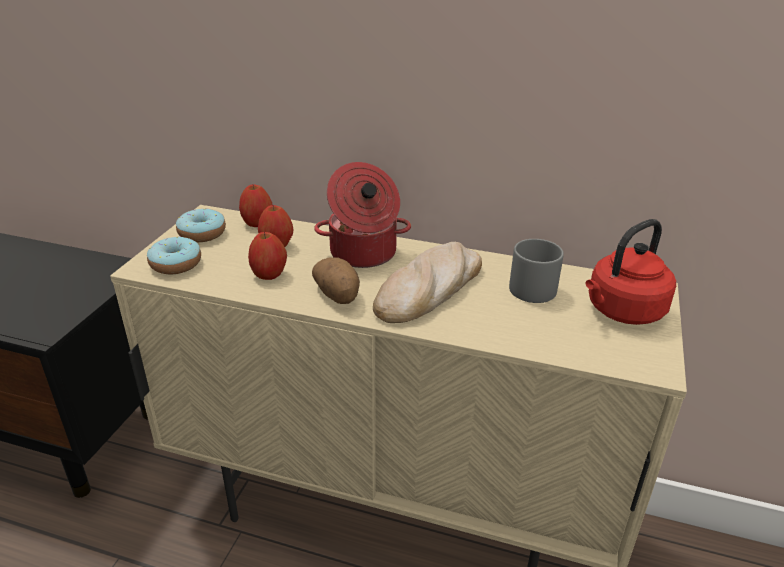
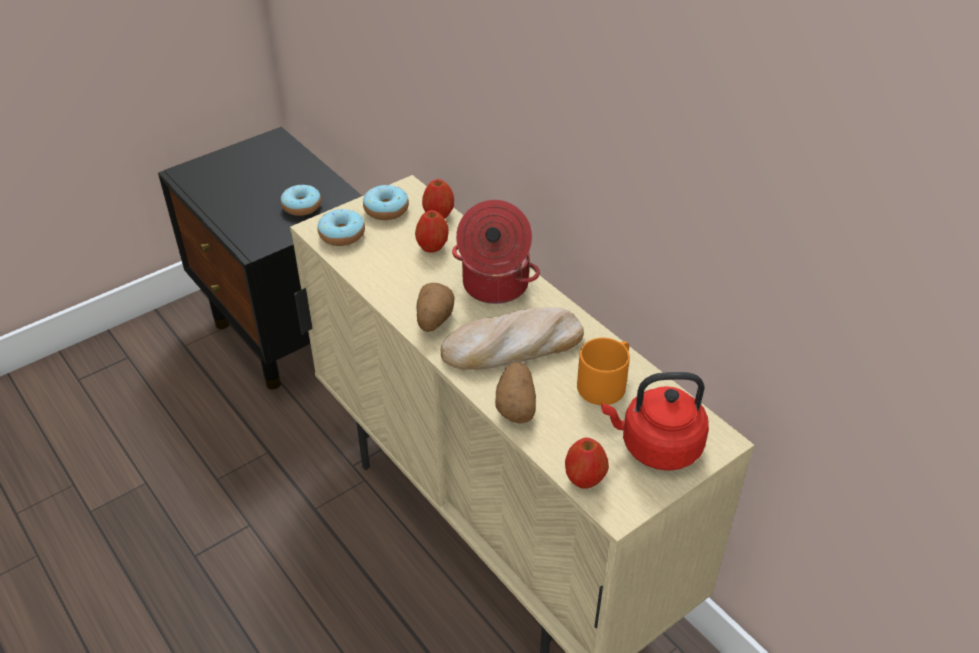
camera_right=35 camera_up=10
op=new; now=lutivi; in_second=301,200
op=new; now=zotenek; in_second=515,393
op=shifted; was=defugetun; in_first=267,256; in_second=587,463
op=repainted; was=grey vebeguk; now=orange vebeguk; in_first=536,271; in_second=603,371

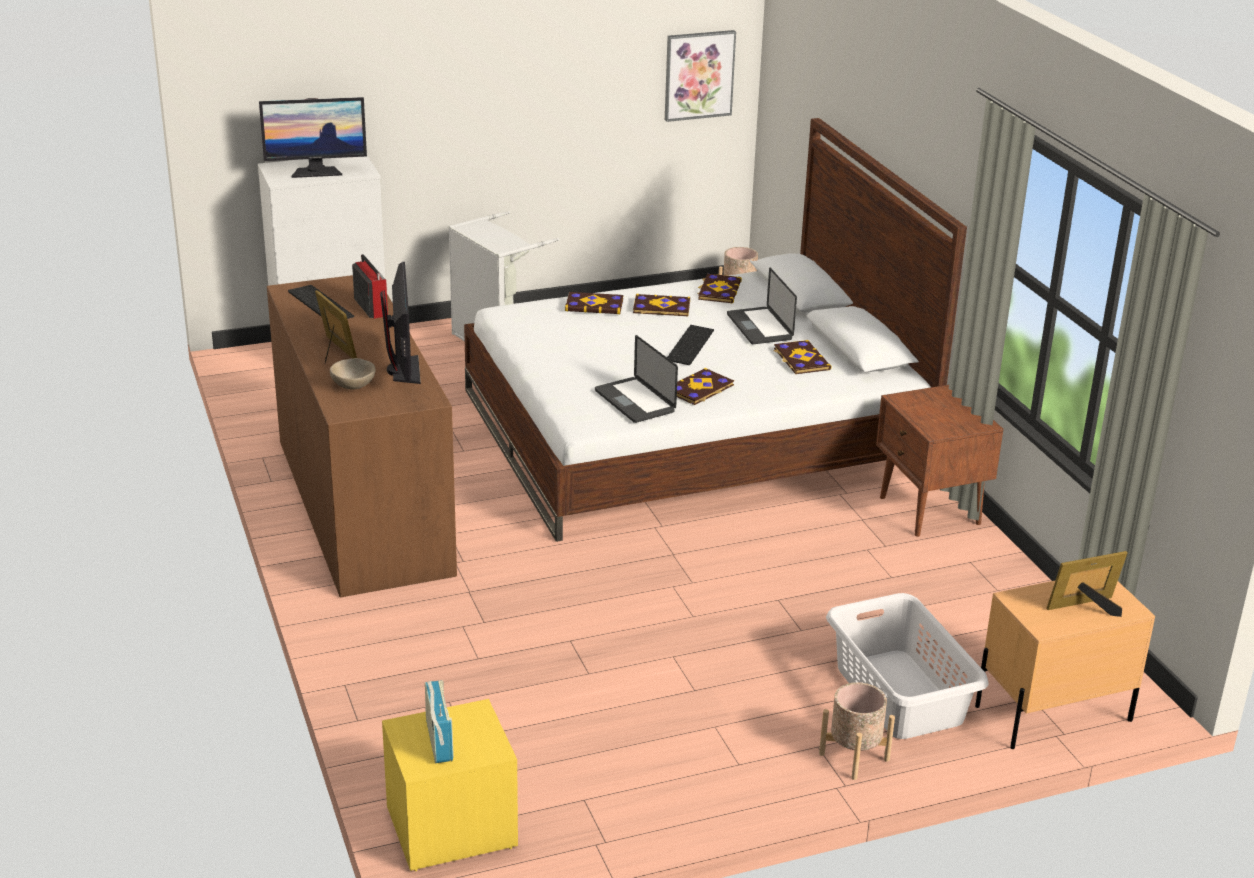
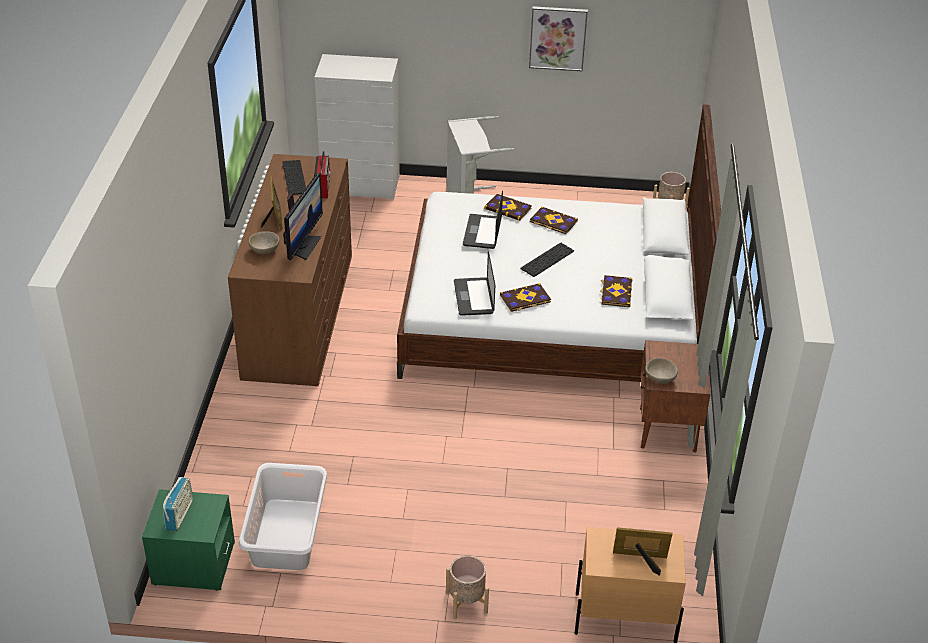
camera_right=25 camera_up=10
op=repainted; was=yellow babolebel; now=green babolebel; in_first=450,785; in_second=188,540
op=shifted; was=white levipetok; in_first=907,666; in_second=283,516
op=shifted; was=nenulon; in_first=762,306; in_second=483,220
op=shifted; was=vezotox; in_first=700,76; in_second=558,38
op=new; now=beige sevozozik; in_second=661,371
op=gone; was=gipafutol; in_first=313,137
op=gone; was=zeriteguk; in_first=719,288

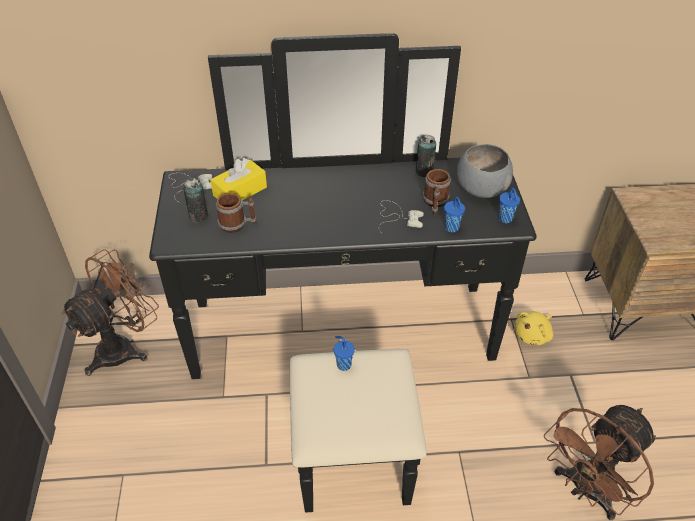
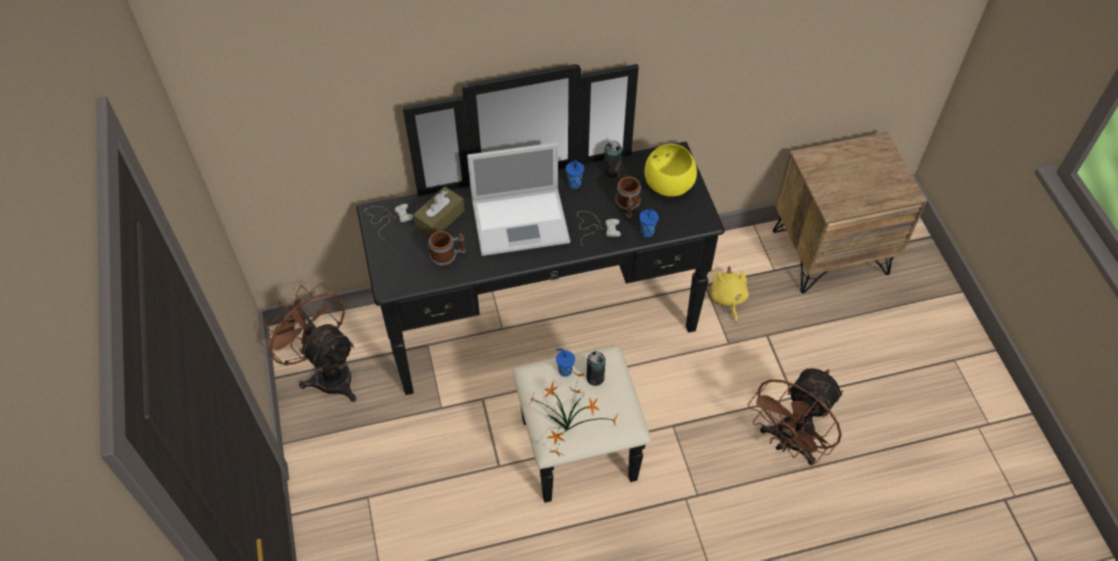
camera_right=-10 camera_up=10
op=rotated; was=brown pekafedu; in_first=110,312; in_second=308,342; clockwise=-75
op=repainted; was=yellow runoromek; now=brown runoromek; in_first=238,179; in_second=438,211
op=new; now=nenulon; in_second=518,199
op=new; now=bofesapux; in_second=574,413
op=shifted; was=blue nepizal; in_first=509,205; in_second=575,174
op=shifted; was=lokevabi; in_first=196,200; in_second=596,368
op=repainted; was=grey sevozozik; now=yellow sevozozik; in_first=485,171; in_second=670,170
op=rotated; was=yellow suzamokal; in_first=533,328; in_second=730,294; clockwise=135

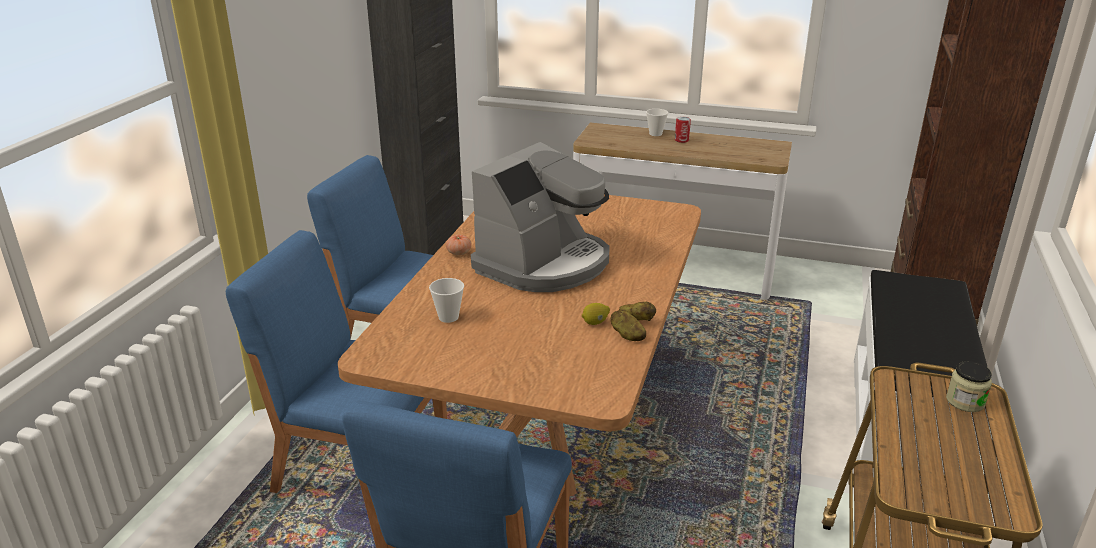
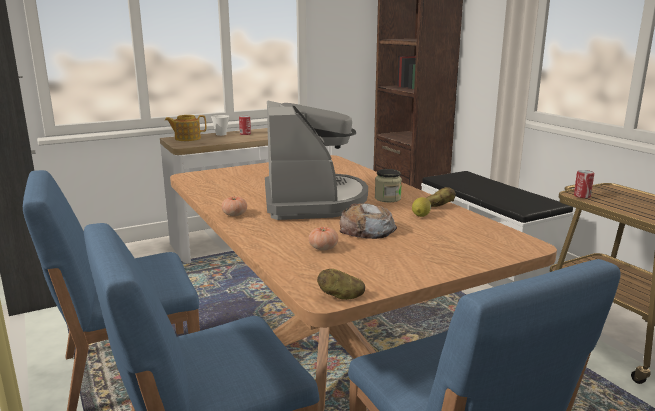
camera_right=-45 camera_up=-10
op=new; now=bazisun; in_second=185,128
op=swapped; was=nepizal; now=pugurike; in_first=446,300; in_second=323,238
op=shifted; was=zotenek; in_first=628,325; in_second=341,284
op=new; now=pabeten; in_second=368,221
op=shifted; was=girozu; in_first=969,386; in_second=388,185
op=new; now=lokevabi; in_second=584,184

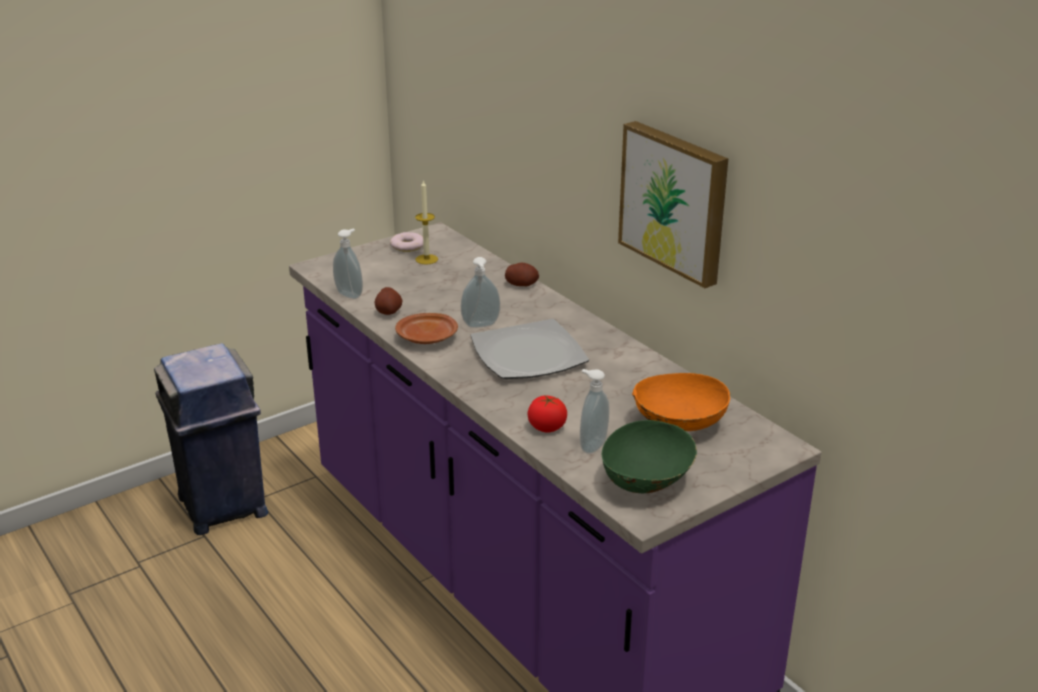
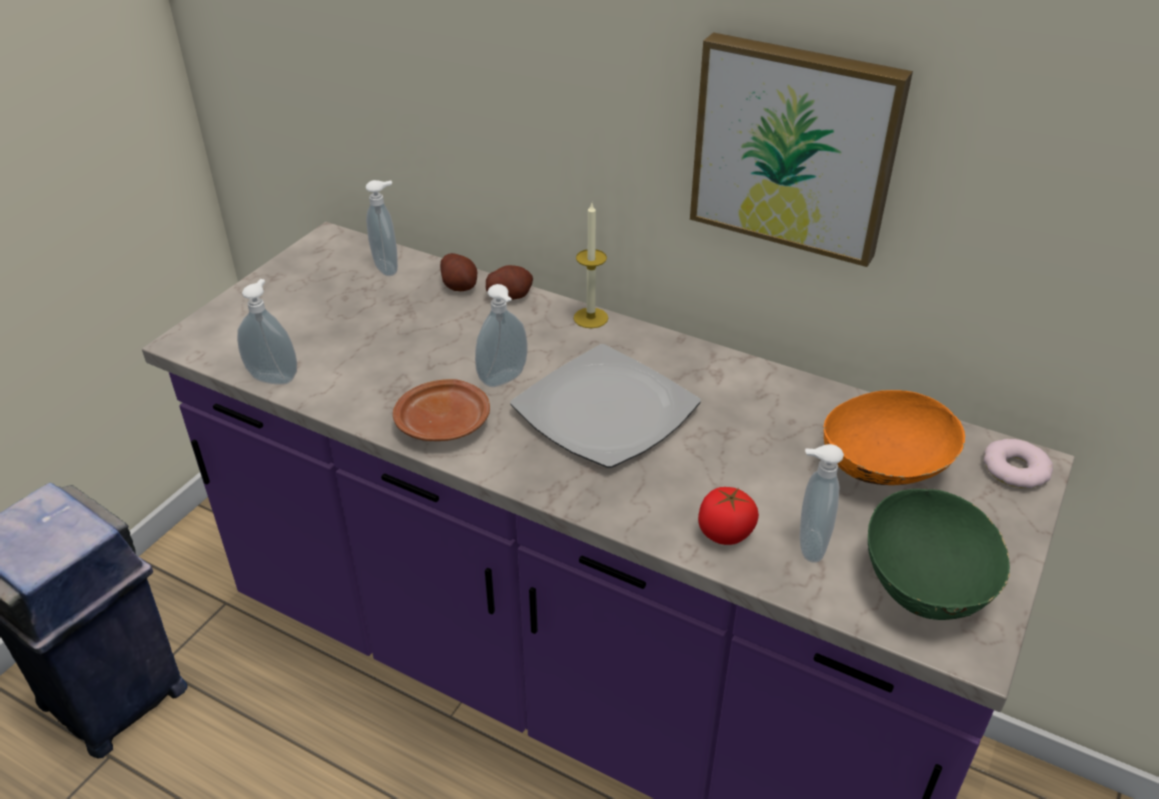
camera_right=-25 camera_up=10
op=new; now=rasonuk; in_second=382,228
op=shifted; was=zotenek; in_first=388,301; in_second=458,272
op=shifted; was=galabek; in_first=426,222; in_second=590,265
op=shifted; was=lutivi; in_first=406,242; in_second=1018,463

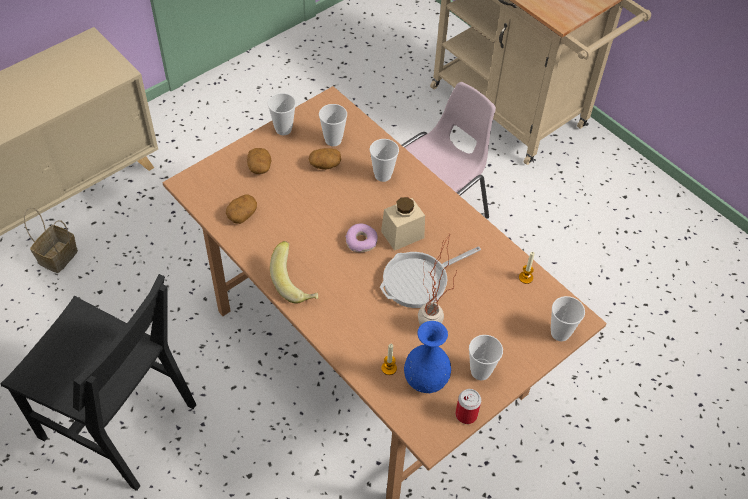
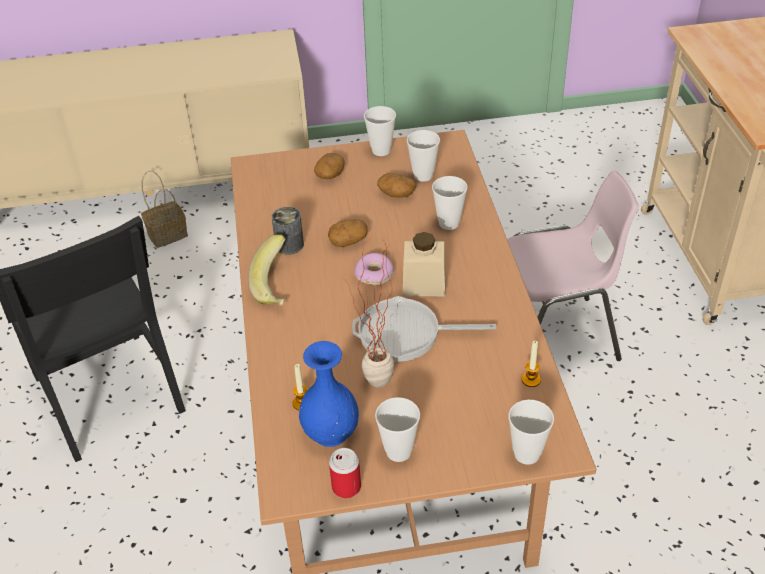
camera_right=35 camera_up=-10
op=new; now=lokevabi; in_second=288,231
op=shifted; was=zotenek; in_first=241,209; in_second=348,233

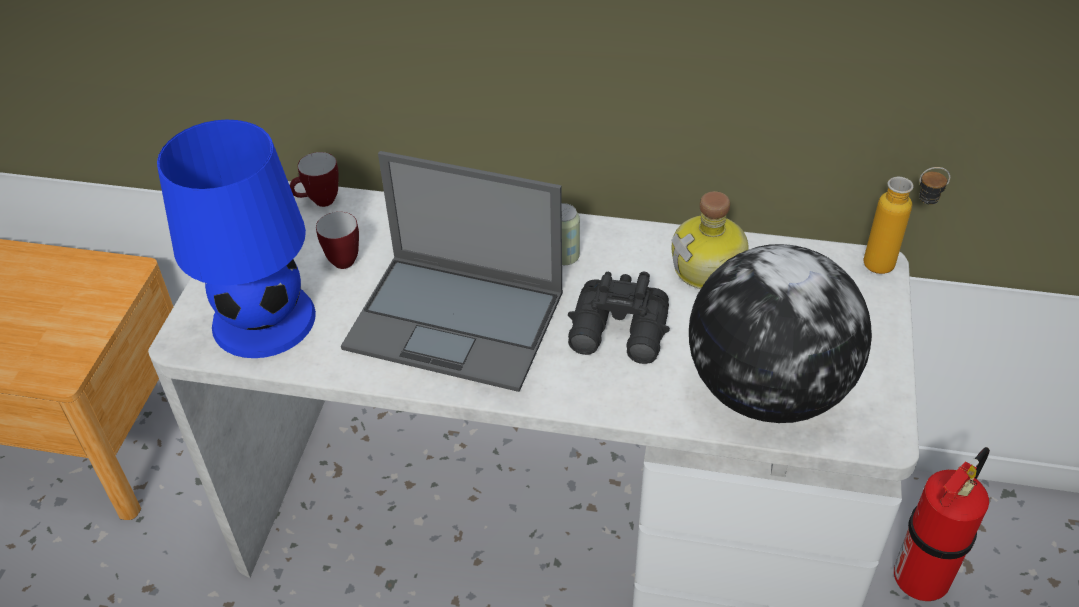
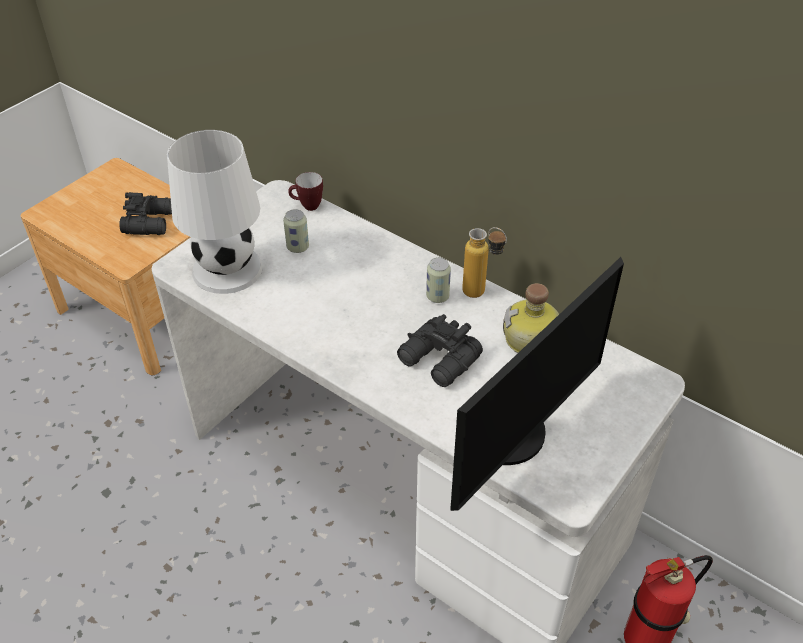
camera_right=25 camera_up=0
op=new; now=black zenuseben; in_second=145,213
op=repainted; was=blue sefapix; now=white sefapix; in_first=236,239; in_second=215,212
op=swapped; was=vebeguk; now=lokevabi; in_first=337,240; in_second=296,231
op=swapped; was=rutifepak; now=gipafutol; in_first=780,333; in_second=537,384
op=shifted; was=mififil; in_first=907,220; in_second=484,262
op=gone; was=nenulon; in_first=452,271

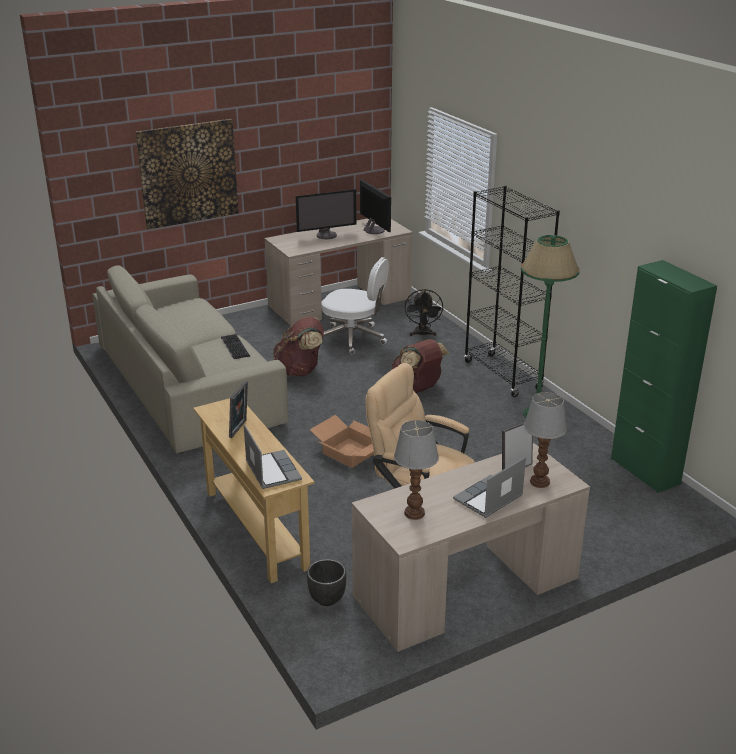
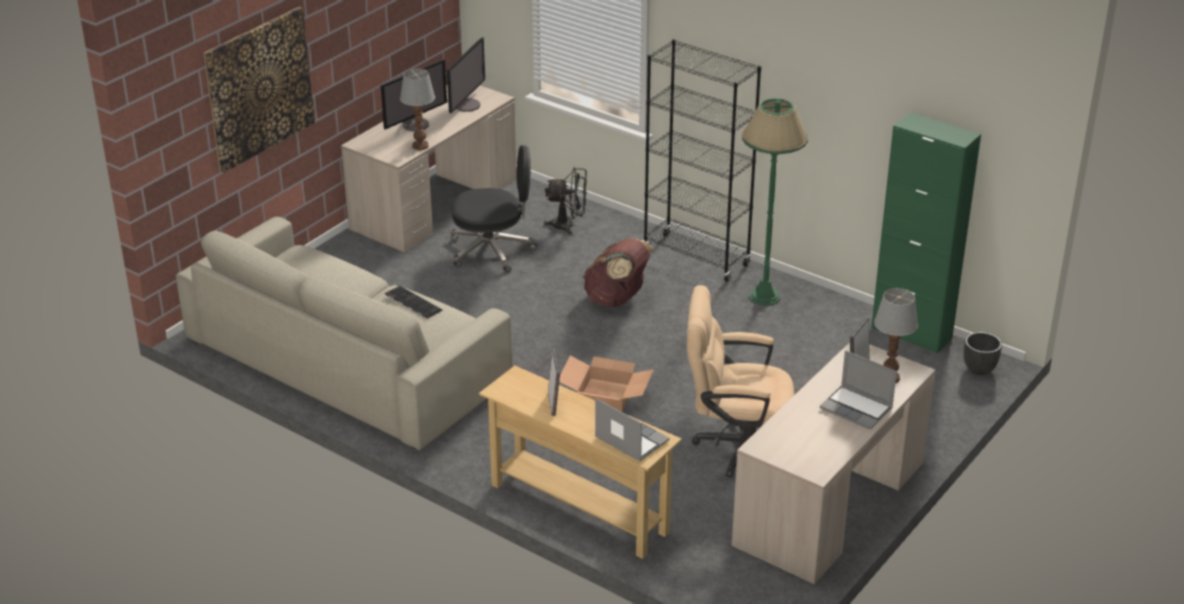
camera_right=-25 camera_up=5
op=shifted; was=sefapix; in_first=416,470; in_second=417,109
op=rotated; was=gipafutol; in_first=375,206; in_second=466,75; clockwise=75
op=repainted; was=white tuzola; now=black tuzola; in_first=355,305; in_second=494,209
op=rotated; was=black pekafedu; in_first=424,312; in_second=565,201; clockwise=-60
op=rotated; was=nenulon; in_first=489,487; in_second=858,389; clockwise=-75
op=shifted; was=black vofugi; in_first=326,582; in_second=983,353
op=gone; was=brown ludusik; in_first=298,346

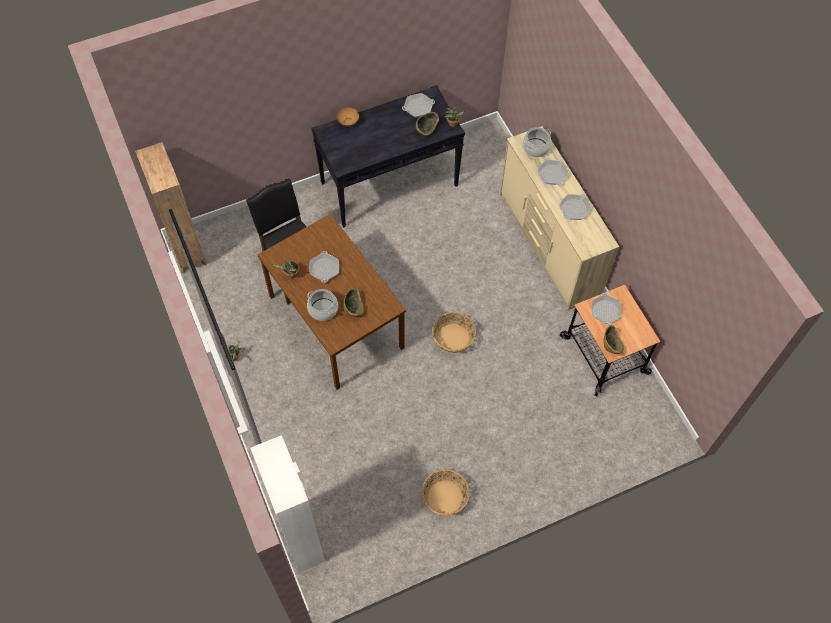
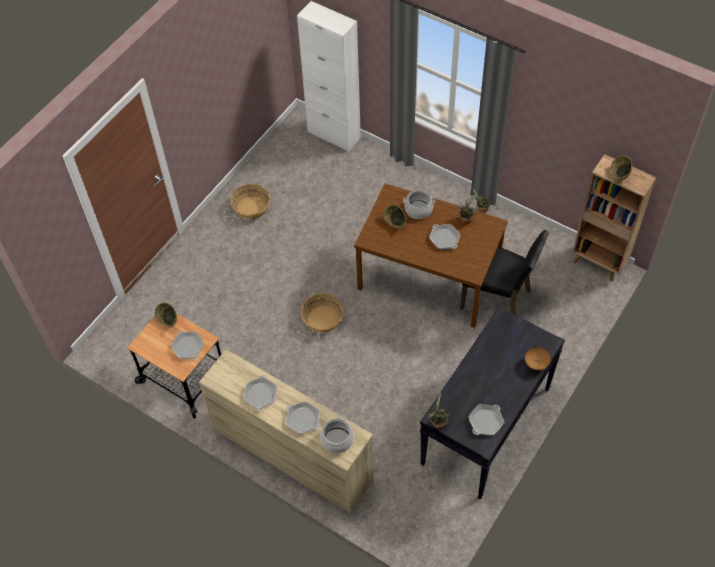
camera_right=150 camera_up=-5
op=shifted; was=sevozozik; in_first=427,124; in_second=621,168

